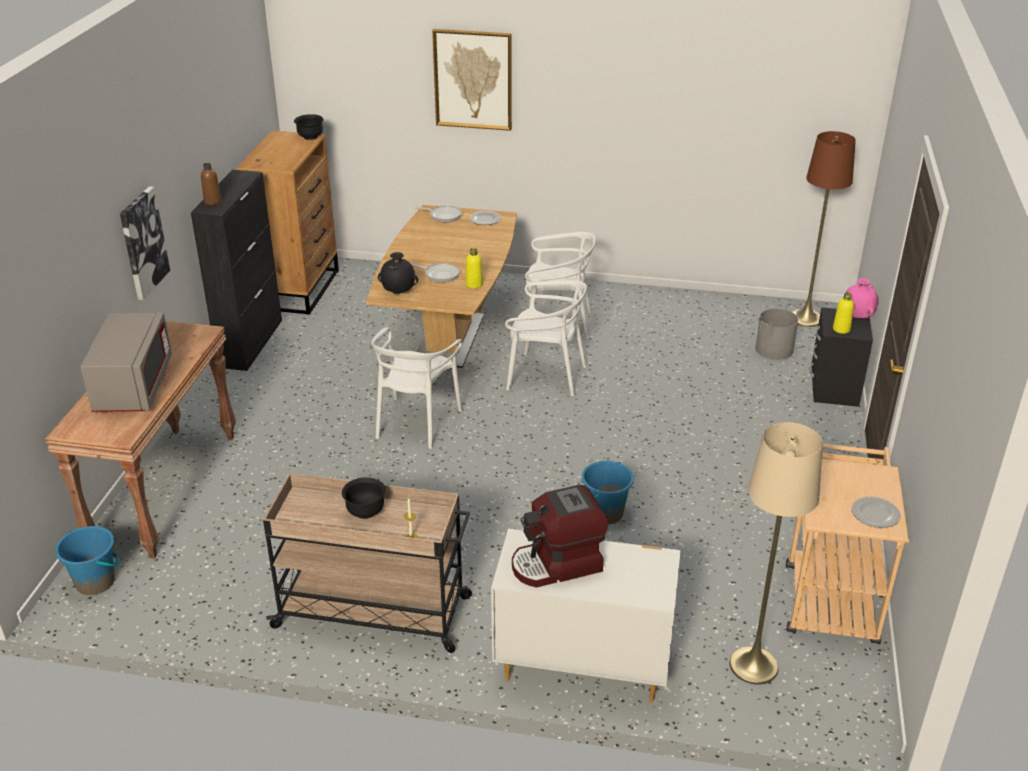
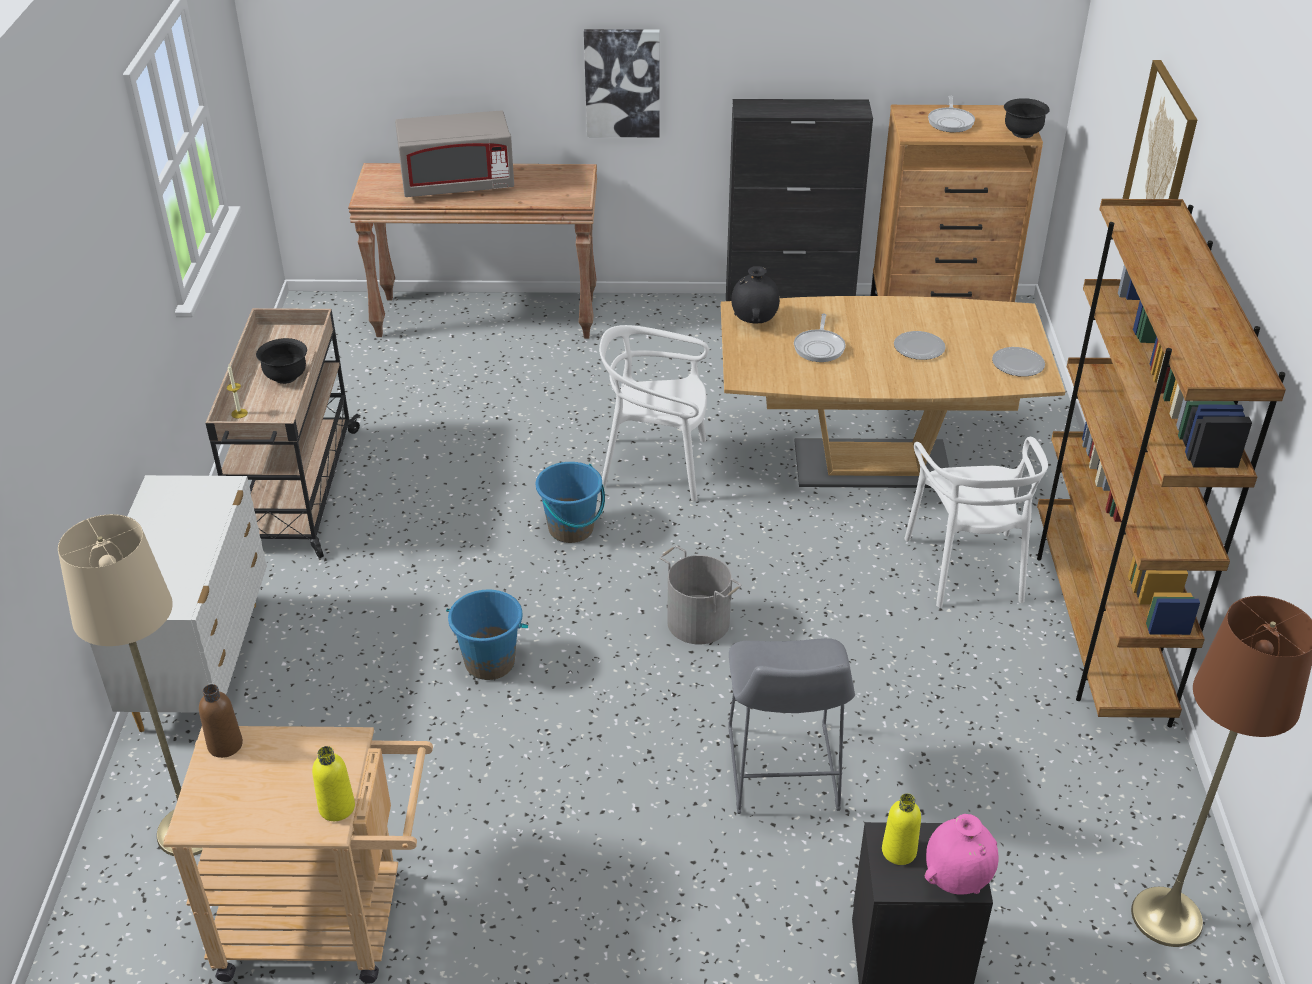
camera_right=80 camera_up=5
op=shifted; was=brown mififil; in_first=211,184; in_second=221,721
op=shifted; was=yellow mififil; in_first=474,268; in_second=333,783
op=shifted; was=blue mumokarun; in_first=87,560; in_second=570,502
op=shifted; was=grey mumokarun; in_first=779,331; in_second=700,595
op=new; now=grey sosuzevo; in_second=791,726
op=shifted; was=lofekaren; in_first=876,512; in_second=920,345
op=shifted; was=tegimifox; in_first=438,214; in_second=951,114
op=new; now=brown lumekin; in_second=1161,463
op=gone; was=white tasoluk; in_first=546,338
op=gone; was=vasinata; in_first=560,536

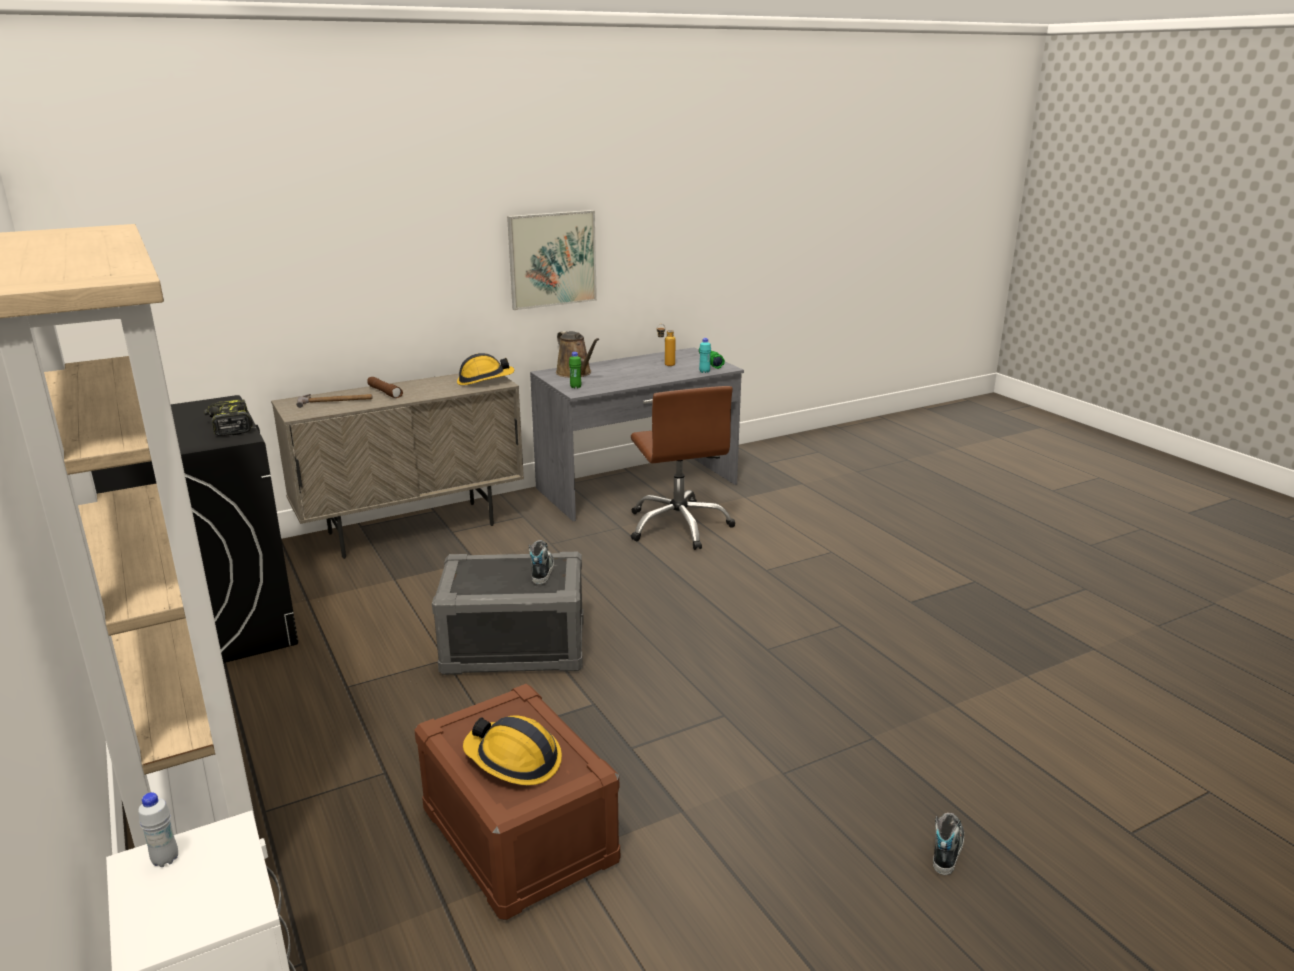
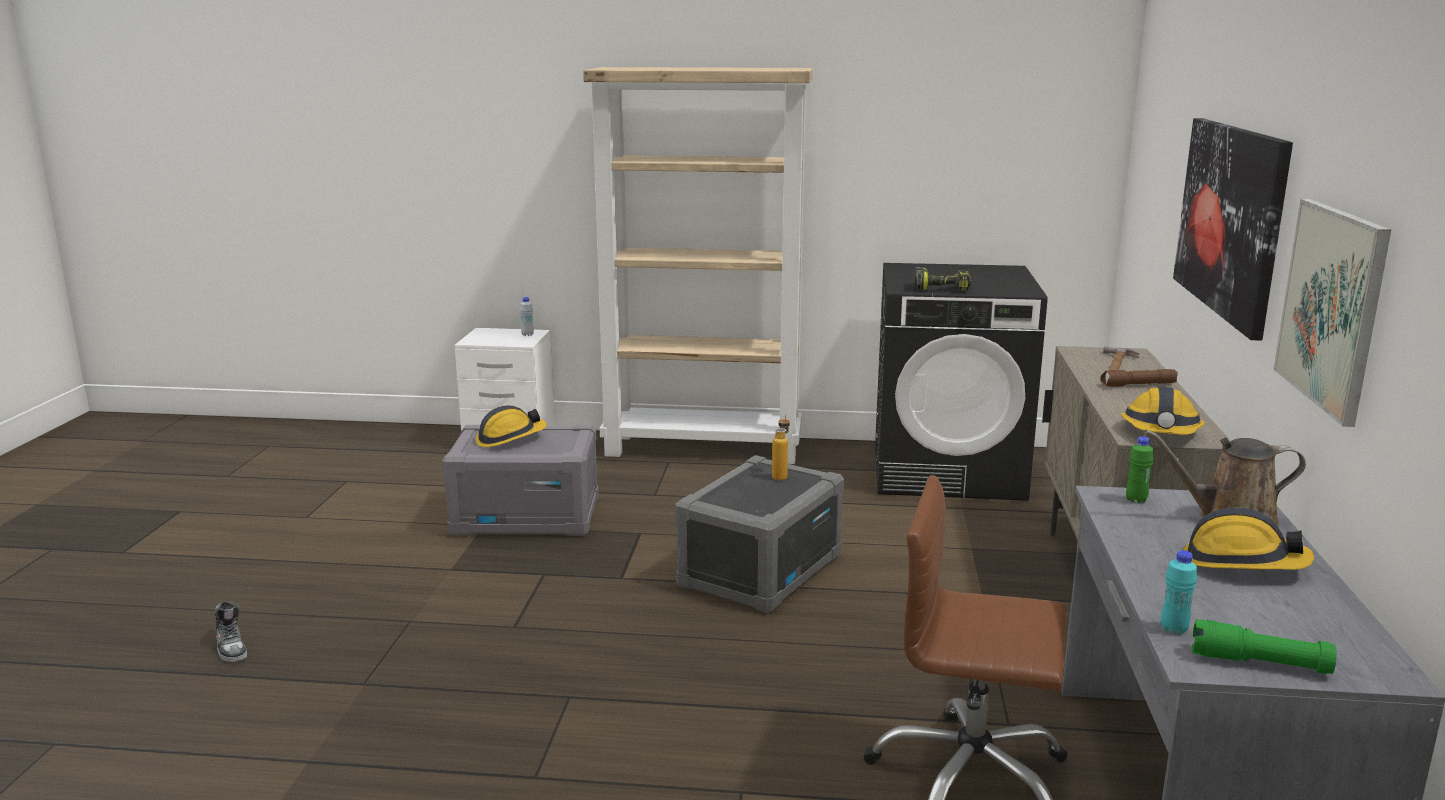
camera_right=125 camera_up=-5
op=repainted; was=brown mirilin; now=grey mirilin; in_first=517,802; in_second=520,480
op=shifted; was=mififil; in_first=666,345; in_second=781,447
op=new; now=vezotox; in_second=1233,229
op=new; now=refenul; in_second=1248,538
op=gone; was=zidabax; in_first=541,562

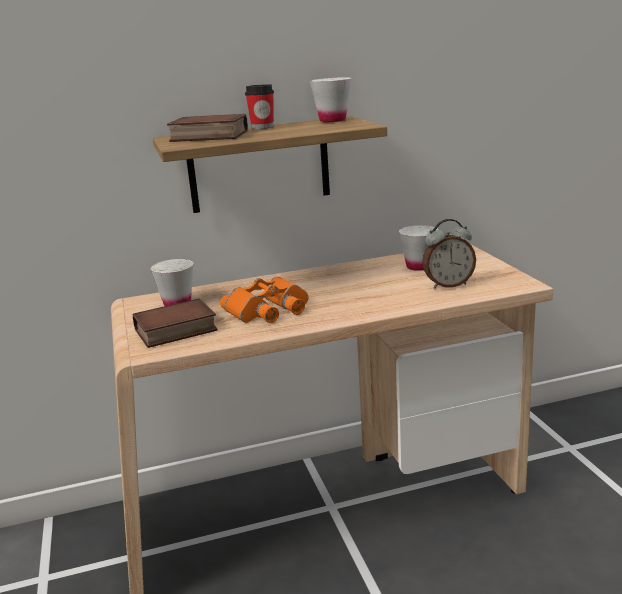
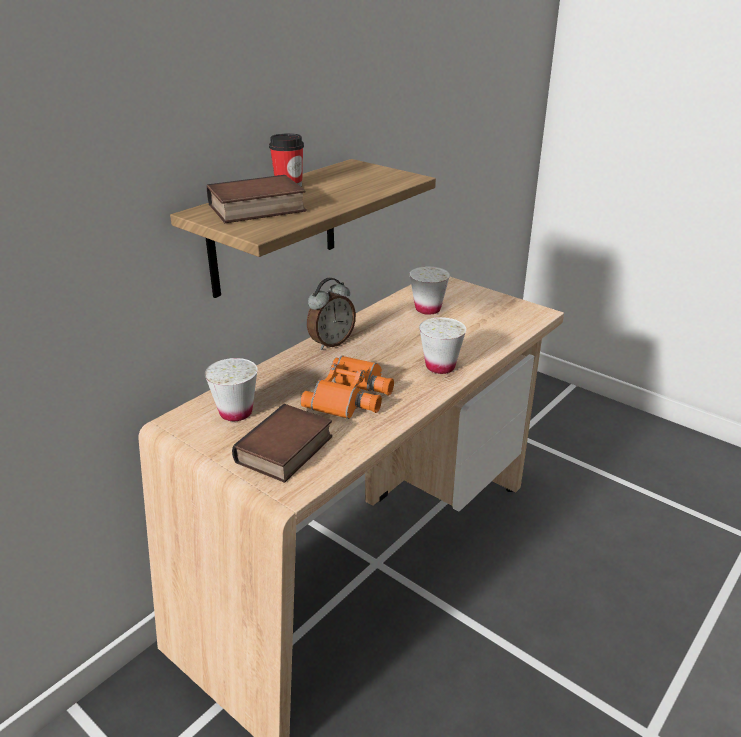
camera_right=-35 camera_up=10
op=shifted; was=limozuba; in_first=449,253; in_second=331,314
op=shifted; was=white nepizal; in_first=330,99; in_second=442,345

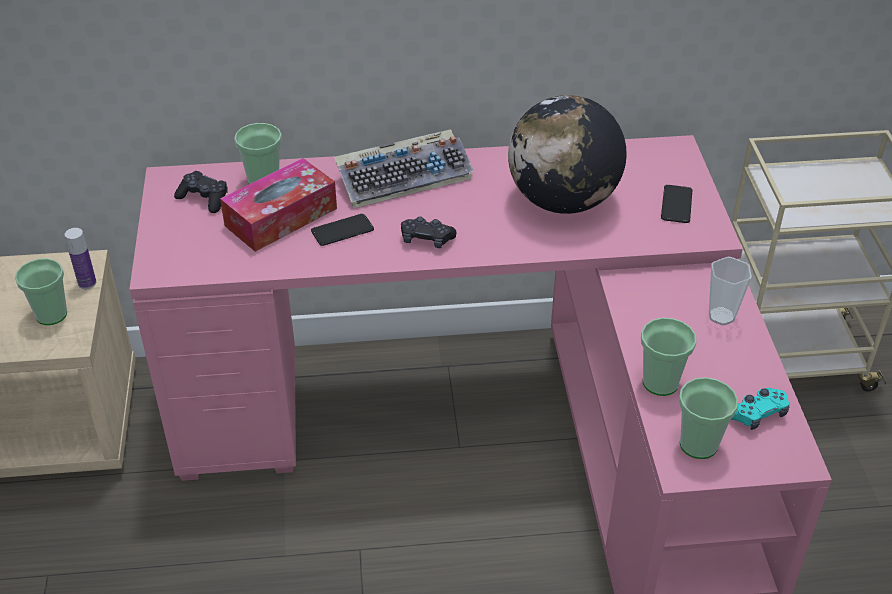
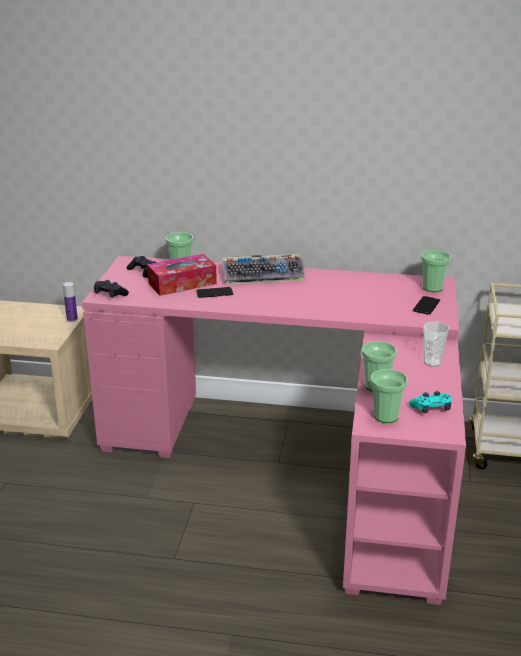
camera_right=15 camera_up=-15
op=shifted; was=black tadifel; in_first=428,232; in_second=111,289
op=shifted; was=nepizal; in_first=41,292; in_second=436,271
op=gone; was=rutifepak; in_first=567,154

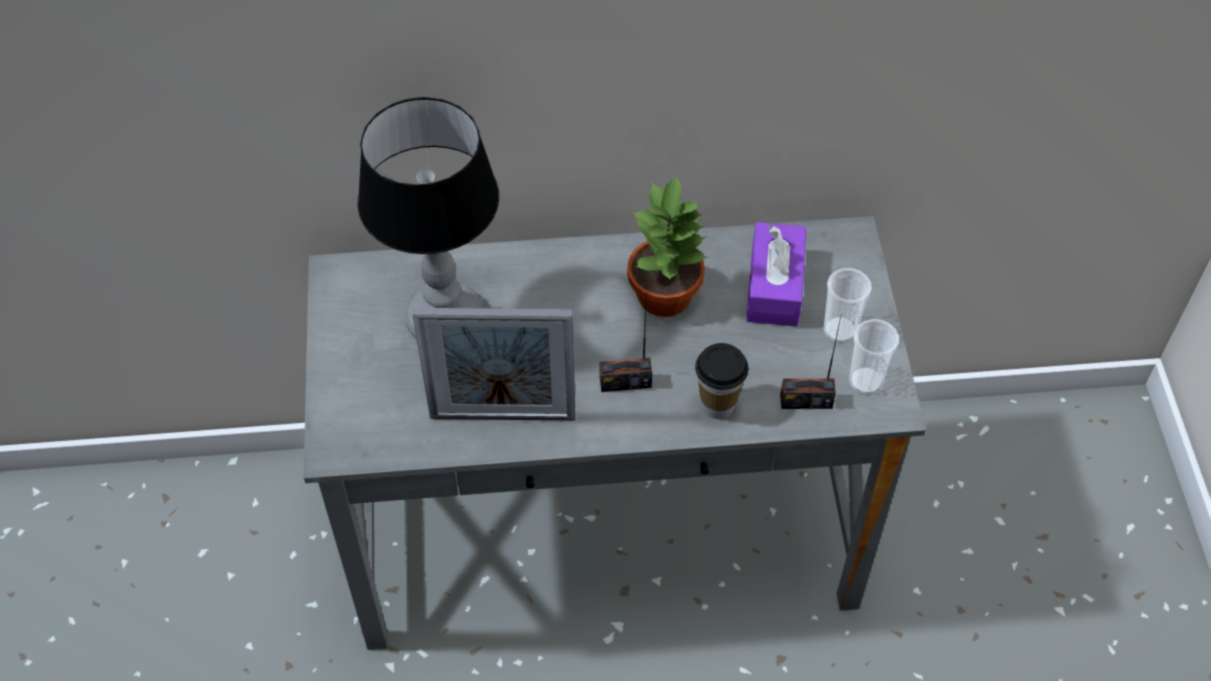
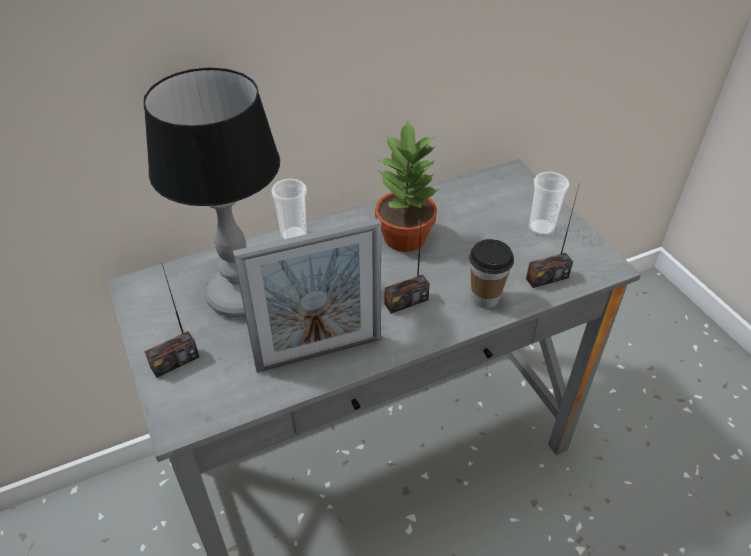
camera_right=-20 camera_up=-10
op=new; now=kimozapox; in_second=171,321
op=shifted; was=nepizal; in_first=874,357; in_second=289,209
op=gone; was=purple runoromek; in_first=776,274

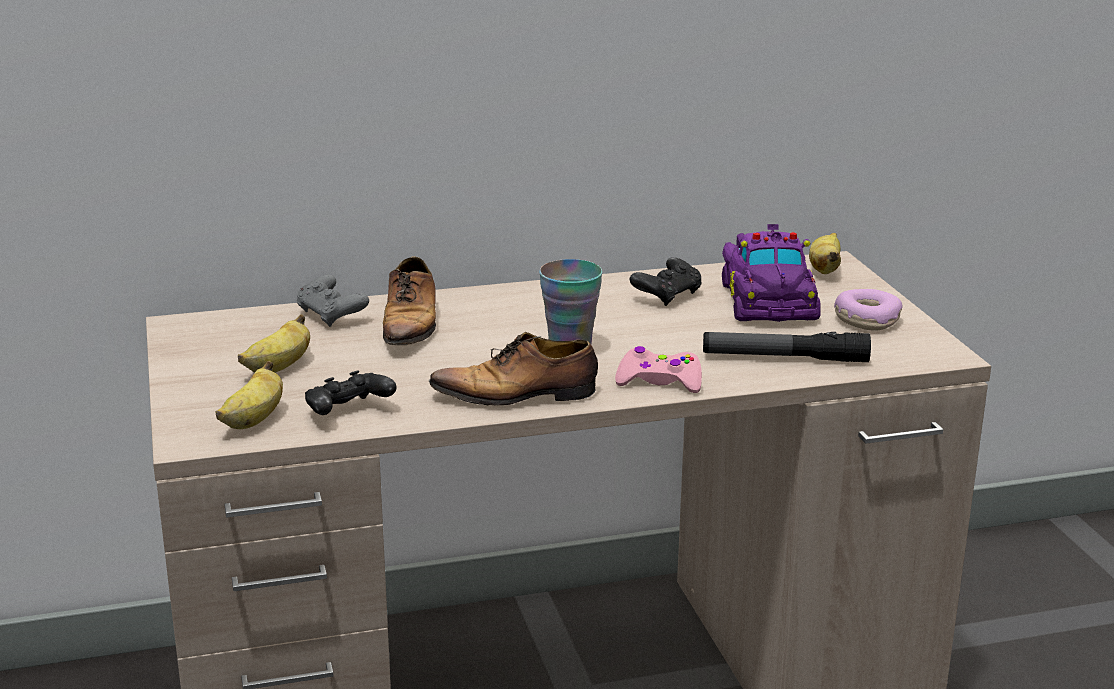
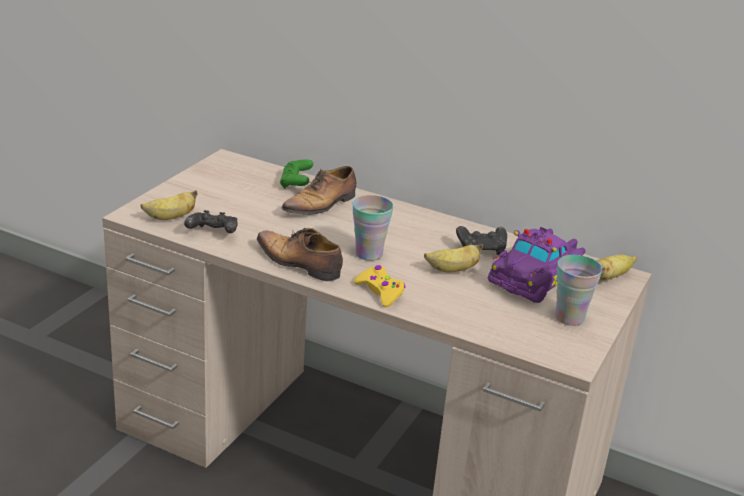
camera_right=40 camera_up=5
op=repainted; was=grey tadifel; now=green tadifel; in_first=333,301; in_second=296,174
op=repainted; was=pink tadifel; now=yellow tadifel; in_first=658,369; in_second=380,286
op=shifted; was=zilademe; in_first=274,343; in_second=453,257
op=swapped; was=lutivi; now=nepizal; in_first=868,310; in_second=578,290
op=gone; was=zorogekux; in_first=787,347

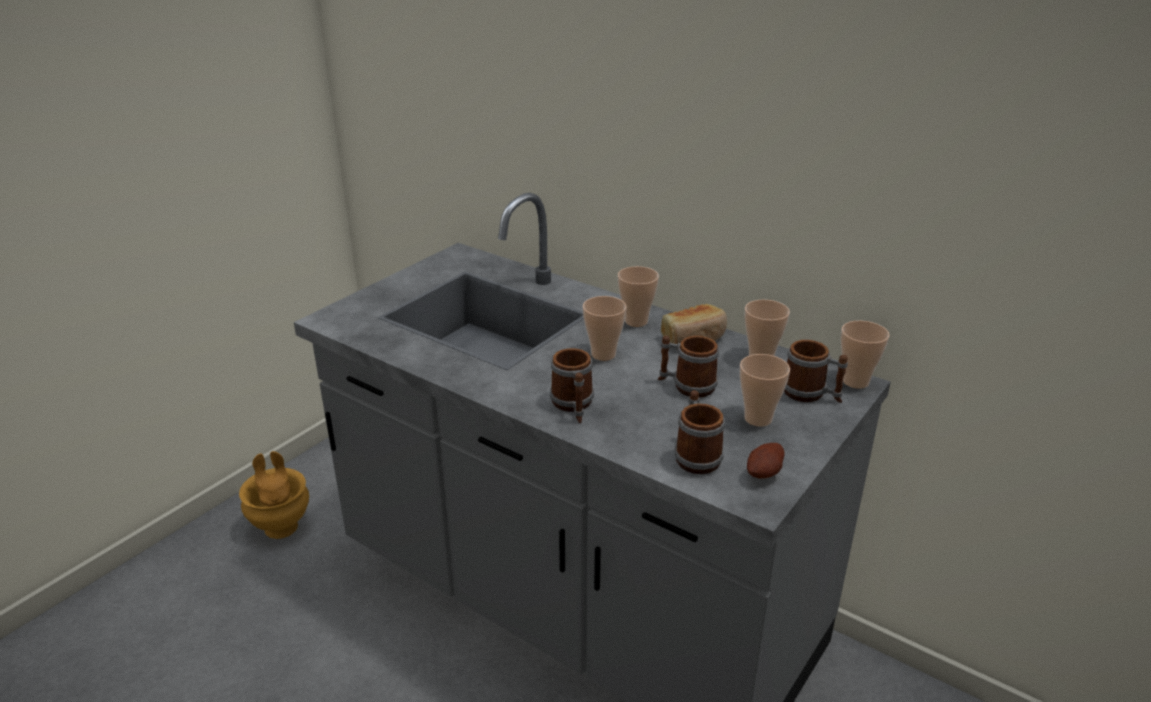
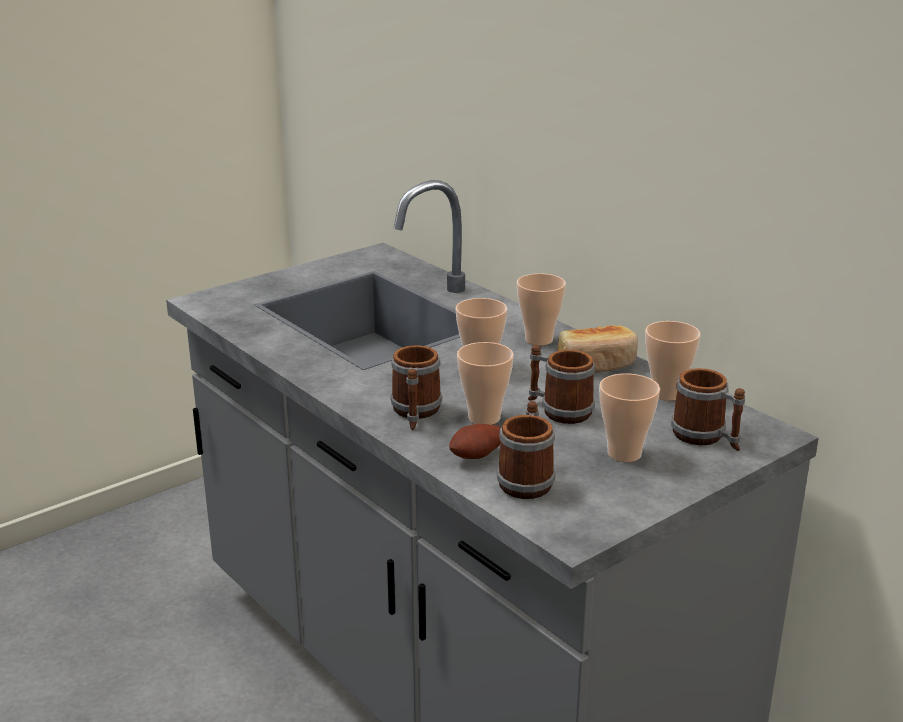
camera_right=15 camera_up=-5
op=shifted; was=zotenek; in_first=766,461; in_second=475,441
op=shifted; was=nepizal; in_first=865,354; in_second=485,383
op=gone; was=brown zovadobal; in_first=274,495

